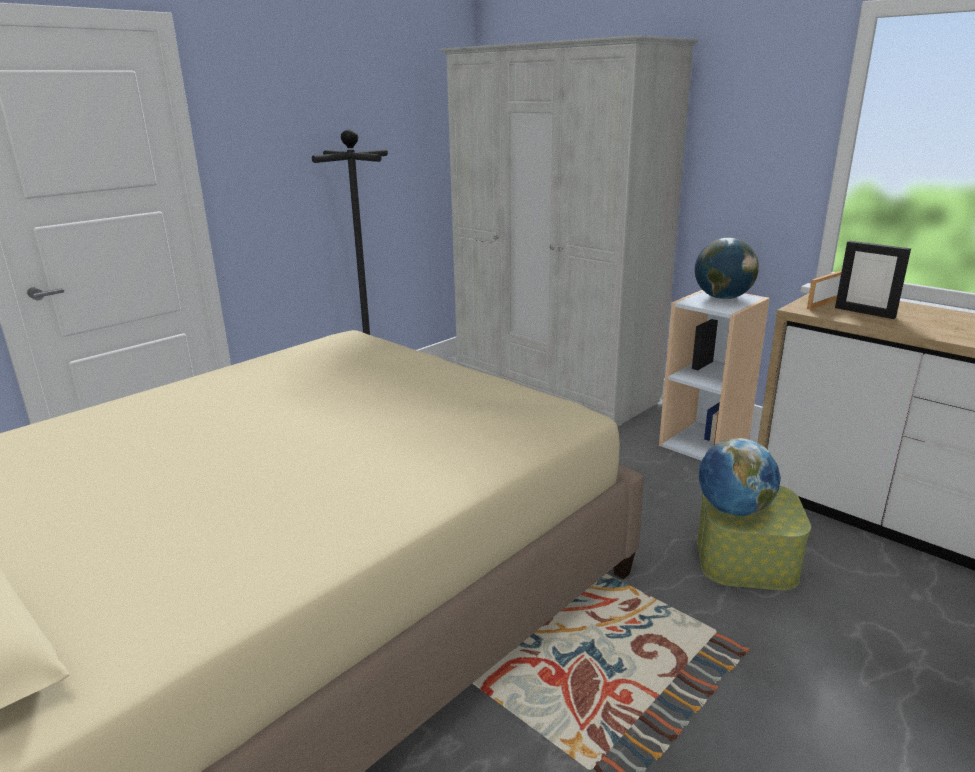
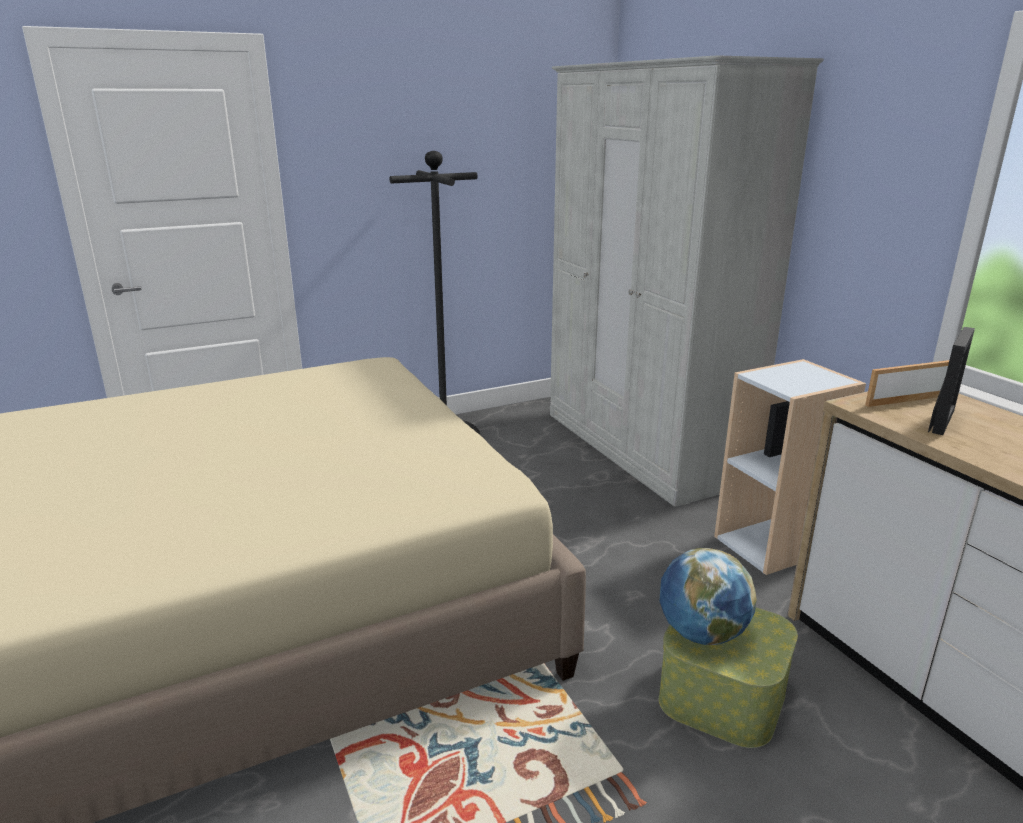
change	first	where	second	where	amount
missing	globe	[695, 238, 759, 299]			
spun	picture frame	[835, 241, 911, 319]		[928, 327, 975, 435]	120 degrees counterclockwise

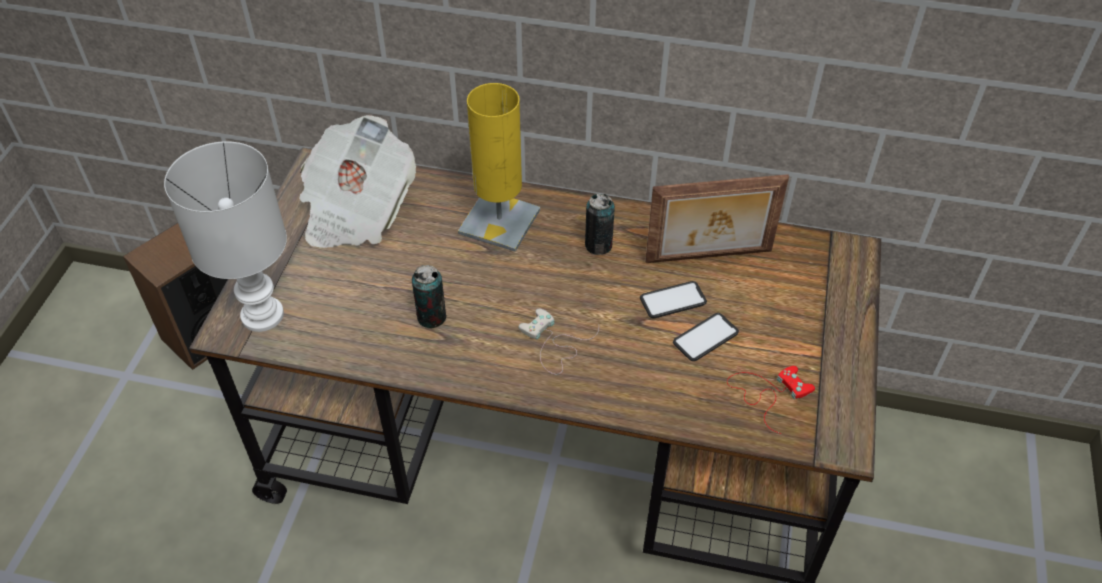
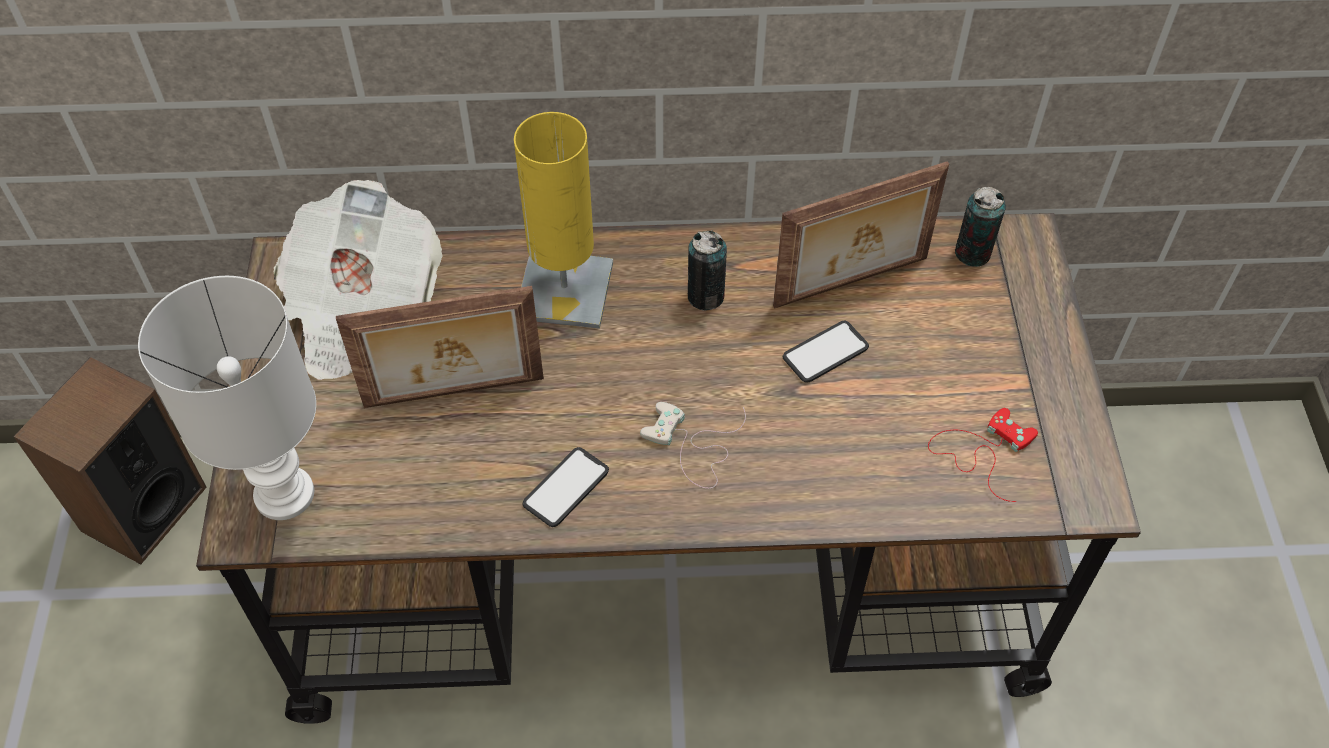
change	first	where	second	where	amount
relocated	can	[412, 265, 446, 328]		[955, 187, 1006, 267]	
relocated	phone	[673, 313, 739, 361]		[523, 447, 609, 527]	
appeared			picture frame	[336, 286, 544, 408]	

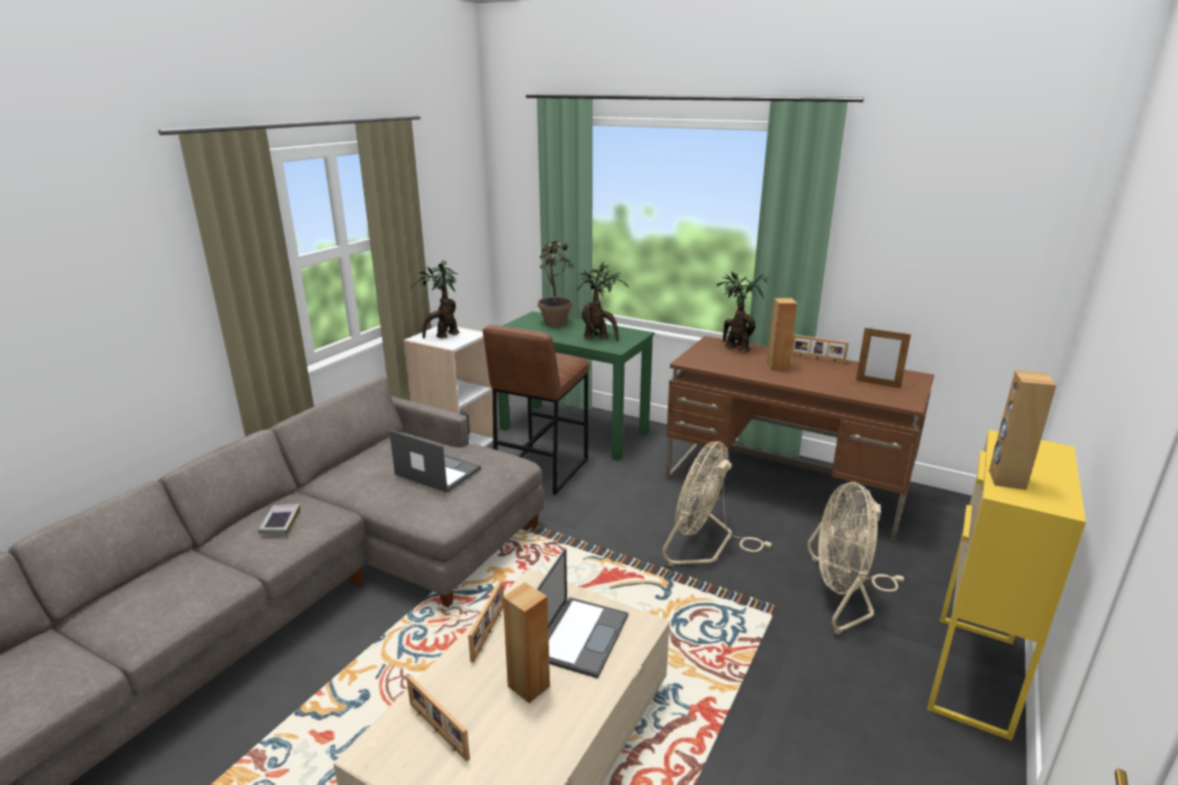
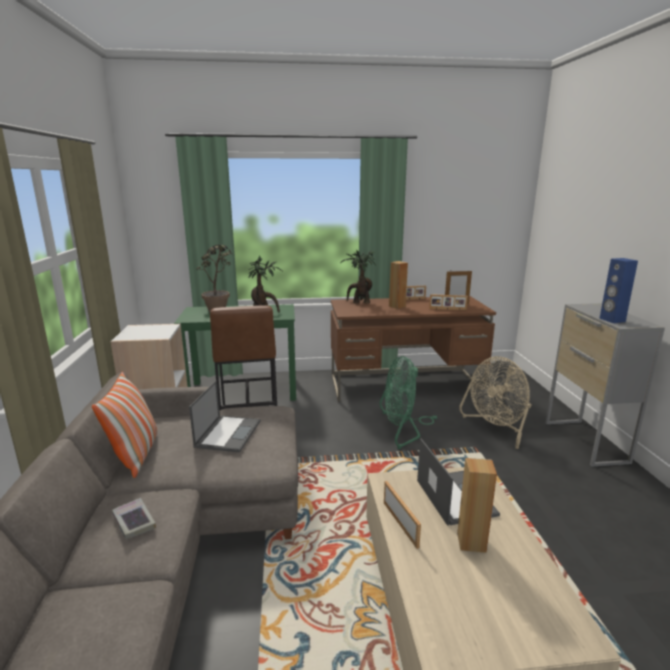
change	first	where	second	where	amount
missing	potted plant	[411, 259, 459, 339]			
colour	brown speaker	[989, 370, 1057, 490]	blue speaker	[599, 258, 638, 323]	
spun	laptop	[389, 430, 481, 493]		[189, 380, 260, 453]	105 degrees clockwise
colour	yellow cabinet	[927, 430, 1086, 741]	grey cabinet	[545, 303, 665, 466]	
colour	beige fan	[662, 441, 773, 566]	green fan	[380, 356, 438, 449]	
relocated	picture frame	[406, 674, 470, 762]		[429, 294, 468, 310]	
appeared			pillow	[92, 372, 158, 478]	

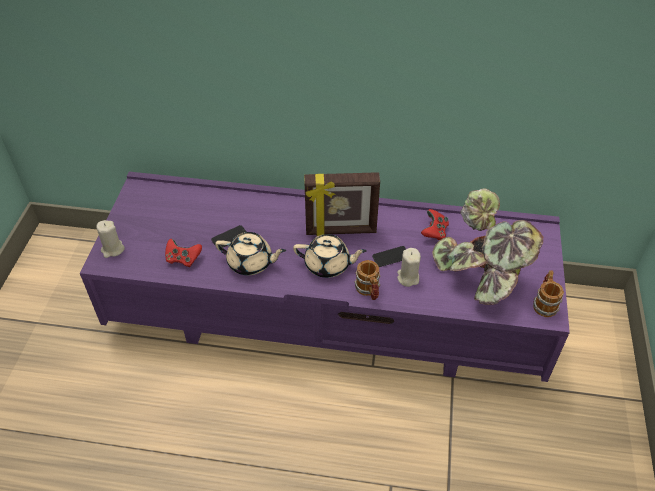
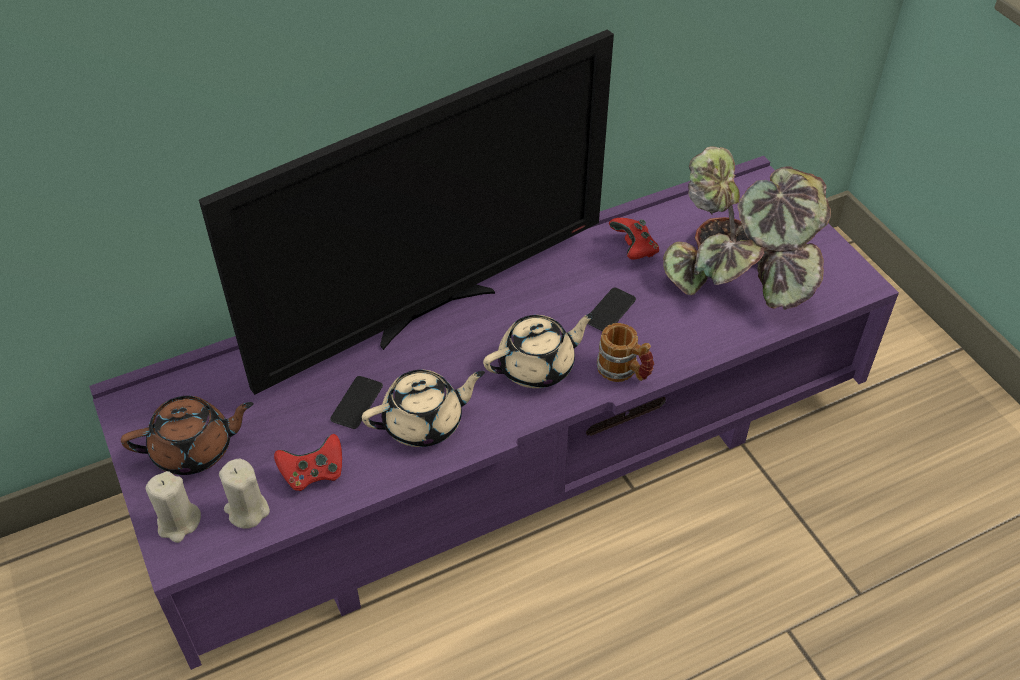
change	first	where	second	where	amount
missing	picture frame	[304, 172, 380, 236]			
relocated	beige candle	[397, 248, 421, 287]		[219, 459, 270, 529]	
missing	mug	[533, 270, 564, 317]			
appeared			television	[199, 29, 614, 395]	
appeared			brown teapot	[121, 396, 254, 475]	

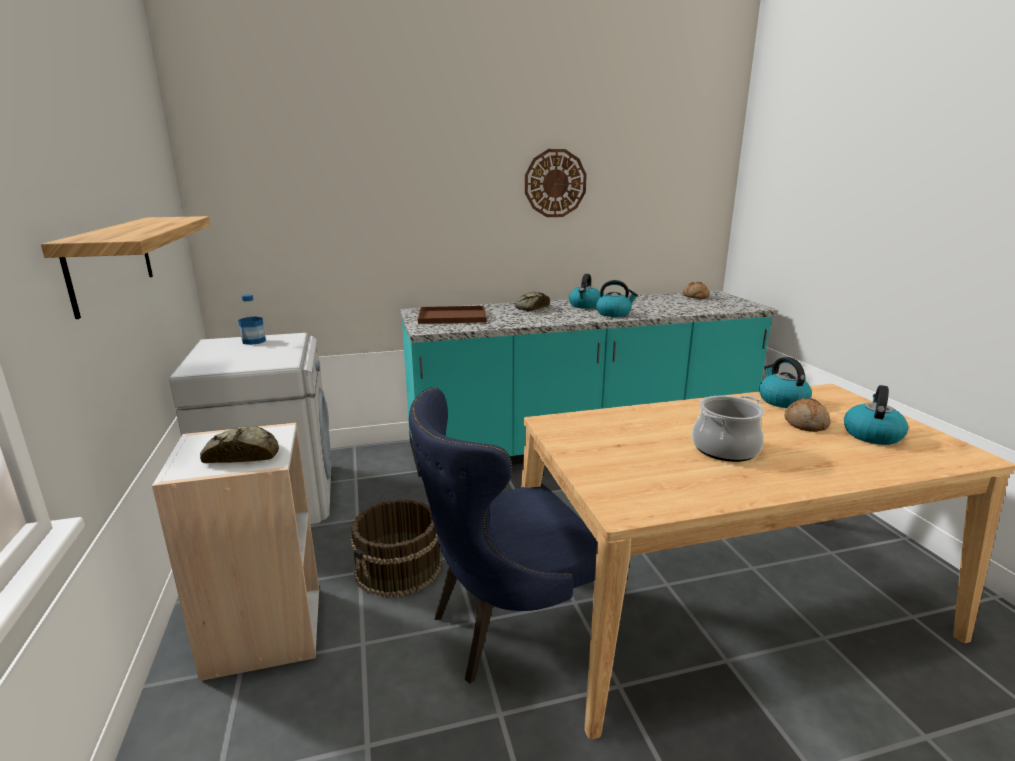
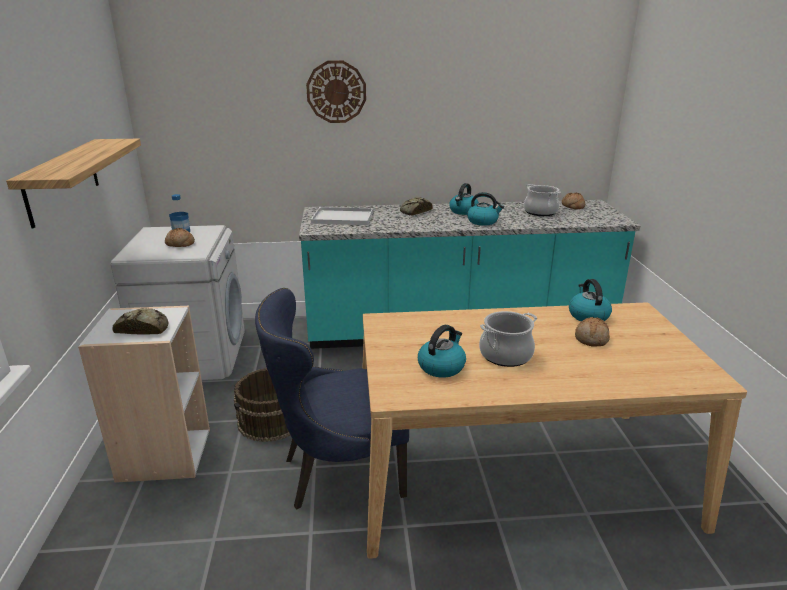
change	first	where	second	where	amount
relocated	wall clock	[525, 149, 587, 217]		[306, 61, 366, 123]	
colour	brown tray	[418, 306, 487, 324]	white tray	[311, 207, 373, 225]	
relocated	kettle	[844, 385, 908, 445]		[418, 325, 466, 378]	
appeared			cooking pot	[524, 184, 561, 216]	
appeared			bread	[165, 228, 195, 247]	

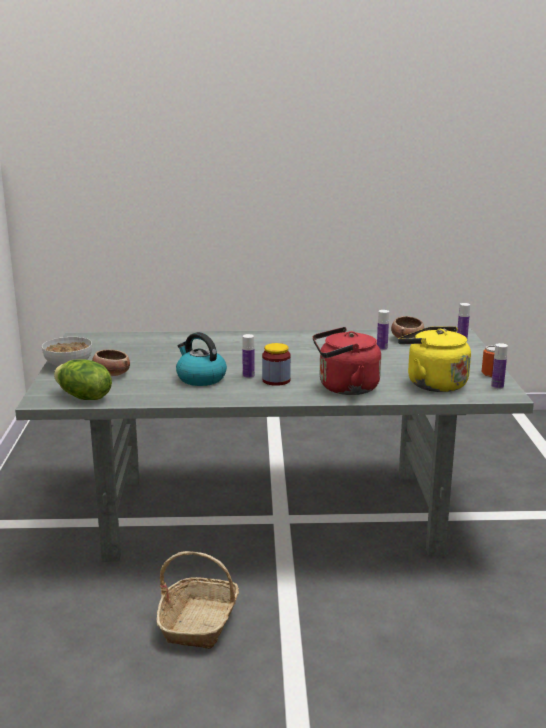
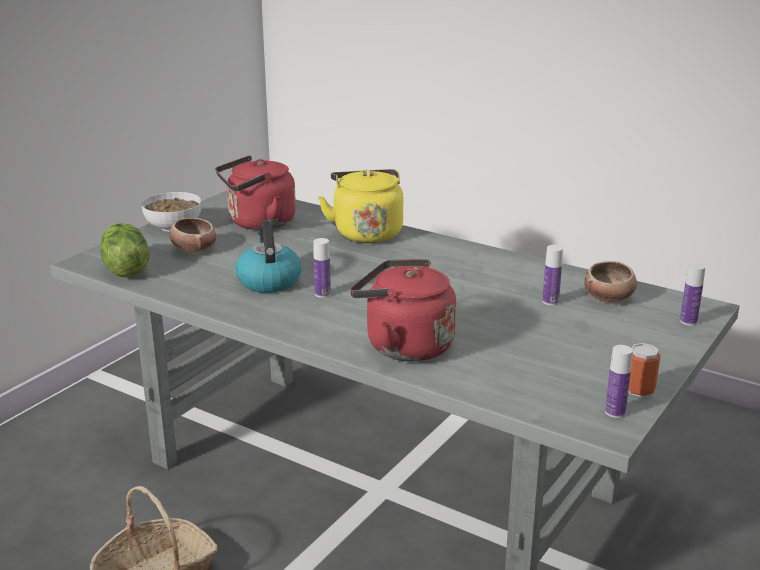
change	first	where	second	where	amount
relocated	yellow kettle	[398, 326, 471, 392]		[318, 169, 403, 243]	
missing	jar	[262, 343, 291, 386]			
appeared			red kettle	[216, 155, 296, 230]	

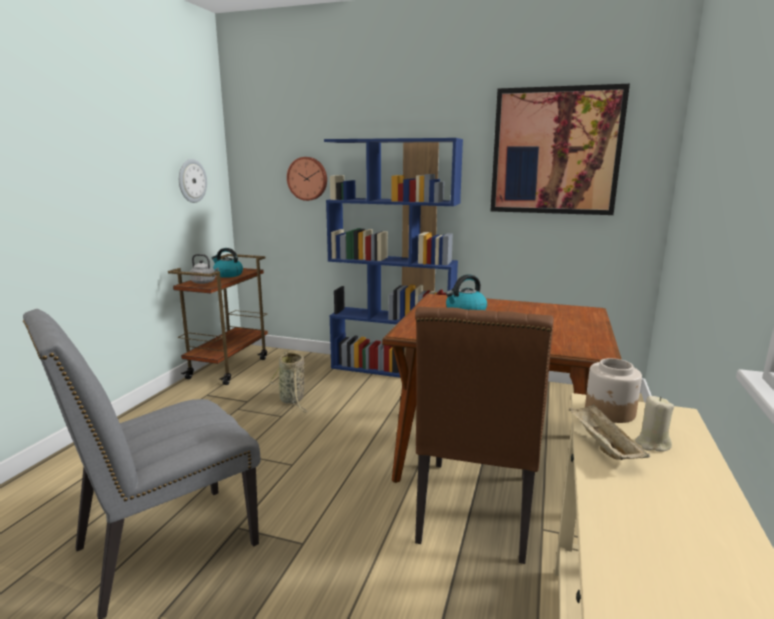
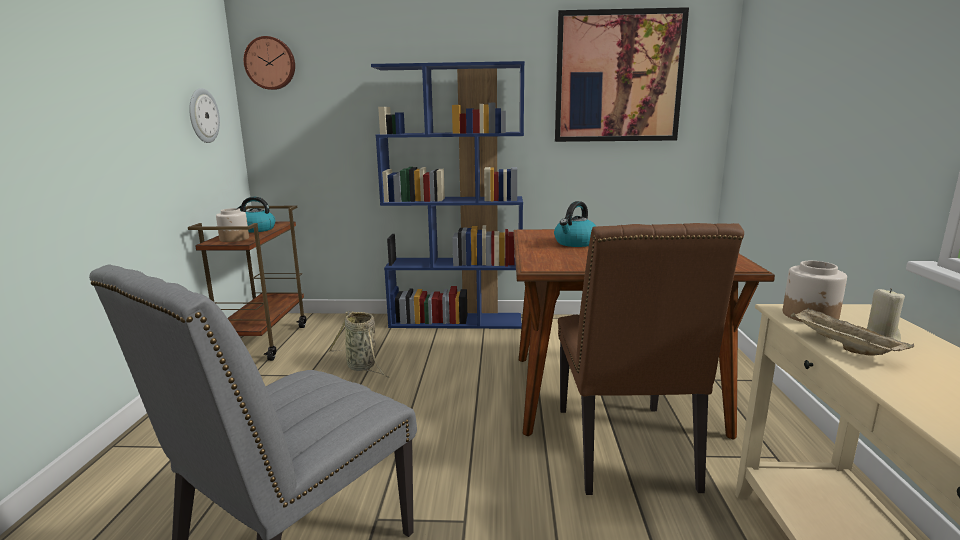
change	first	where	second	where	amount
relocated	wall clock	[287, 157, 327, 201]		[244, 36, 295, 90]	
exchanged	grey kettle	[190, 254, 219, 284]	jar	[216, 208, 249, 242]	

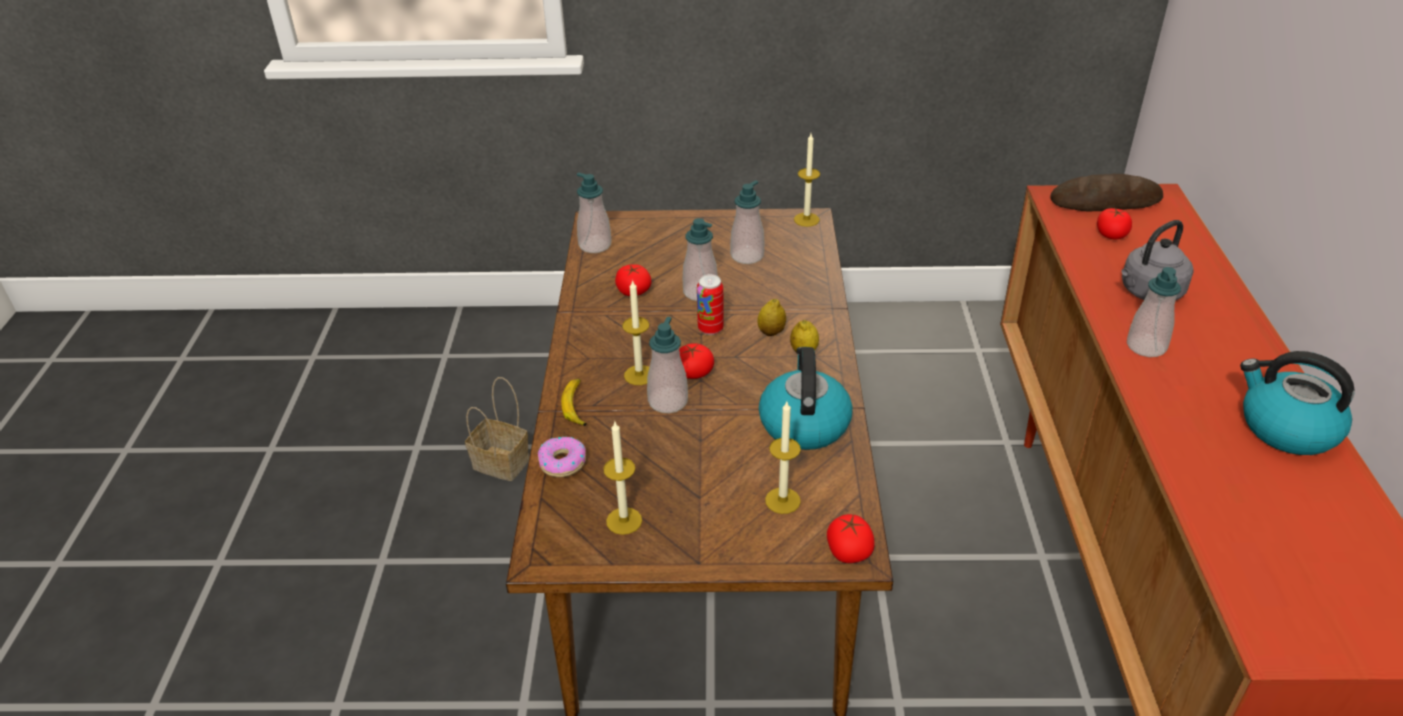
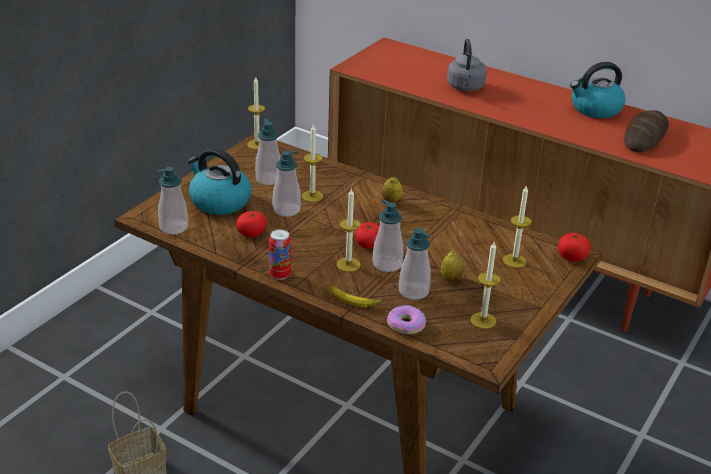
change	first	where	second	where	amount
relocated	bread	[1051, 174, 1163, 211]		[624, 110, 669, 152]	
missing	tomato	[1097, 208, 1132, 239]			
relocated	soap dispenser	[1127, 267, 1181, 357]		[398, 228, 431, 300]	
relocated	can	[697, 274, 724, 335]		[269, 229, 291, 280]	
relocated	lemon	[757, 299, 786, 336]		[441, 251, 464, 282]	
relocated	kettle	[759, 347, 853, 450]		[187, 148, 252, 215]	
appeared			candle	[302, 124, 323, 202]	

